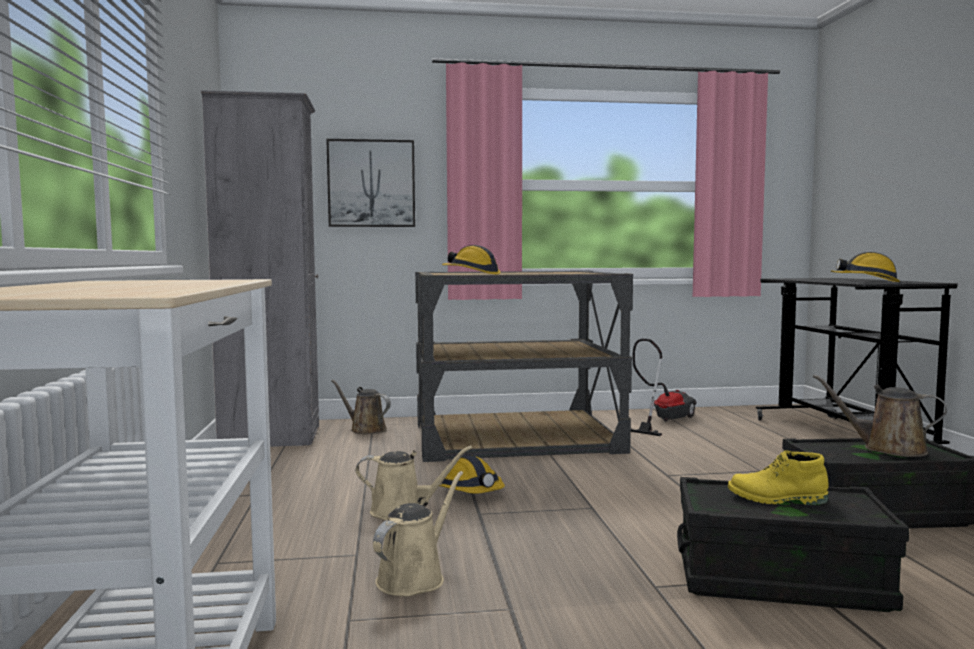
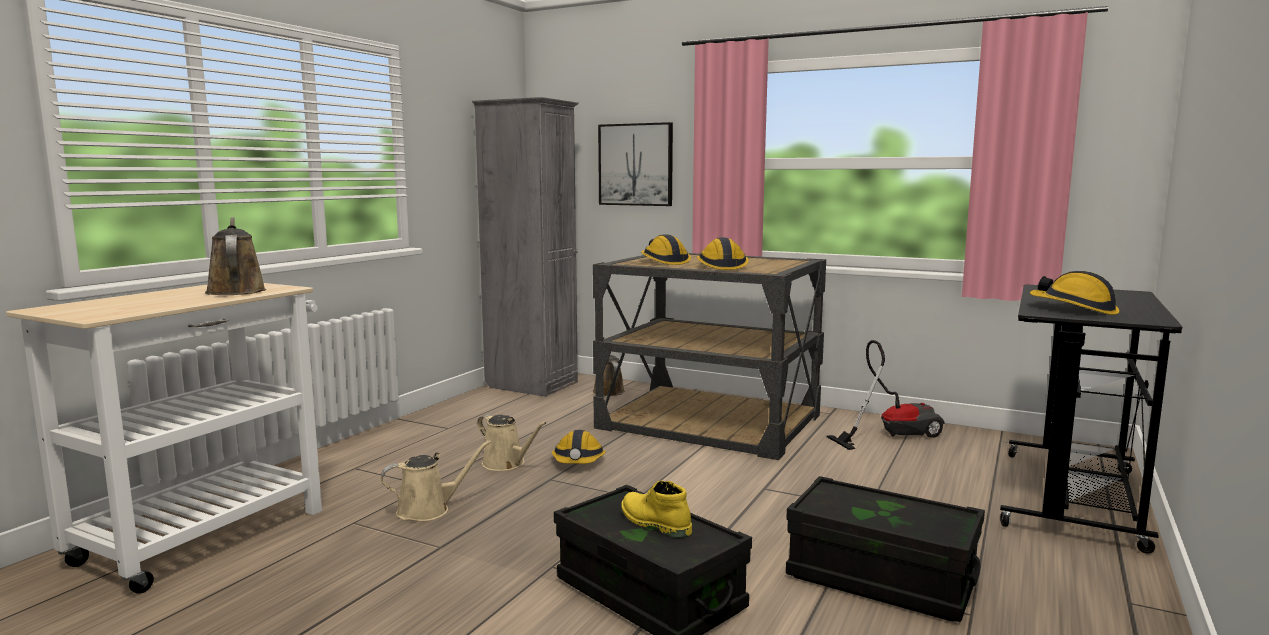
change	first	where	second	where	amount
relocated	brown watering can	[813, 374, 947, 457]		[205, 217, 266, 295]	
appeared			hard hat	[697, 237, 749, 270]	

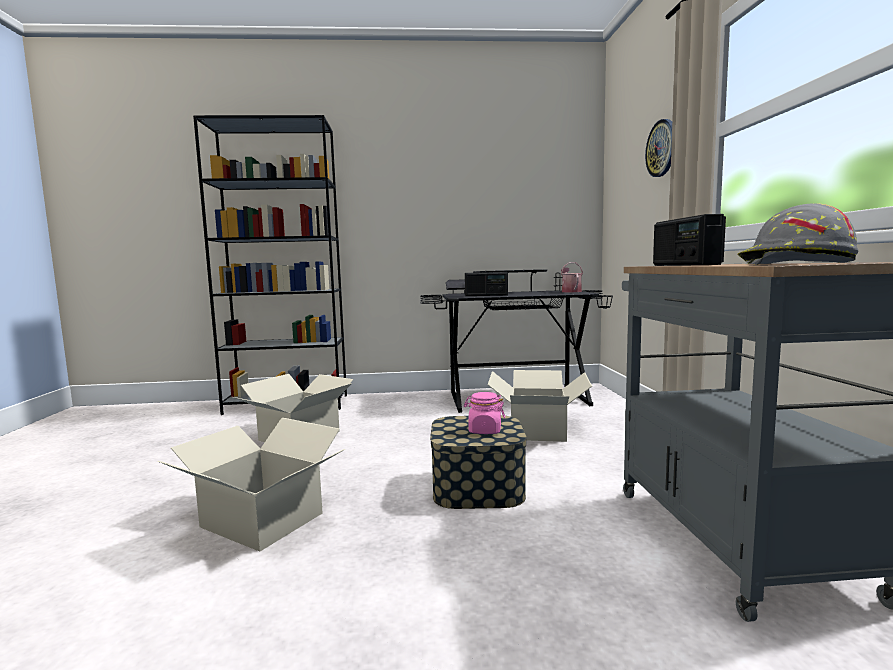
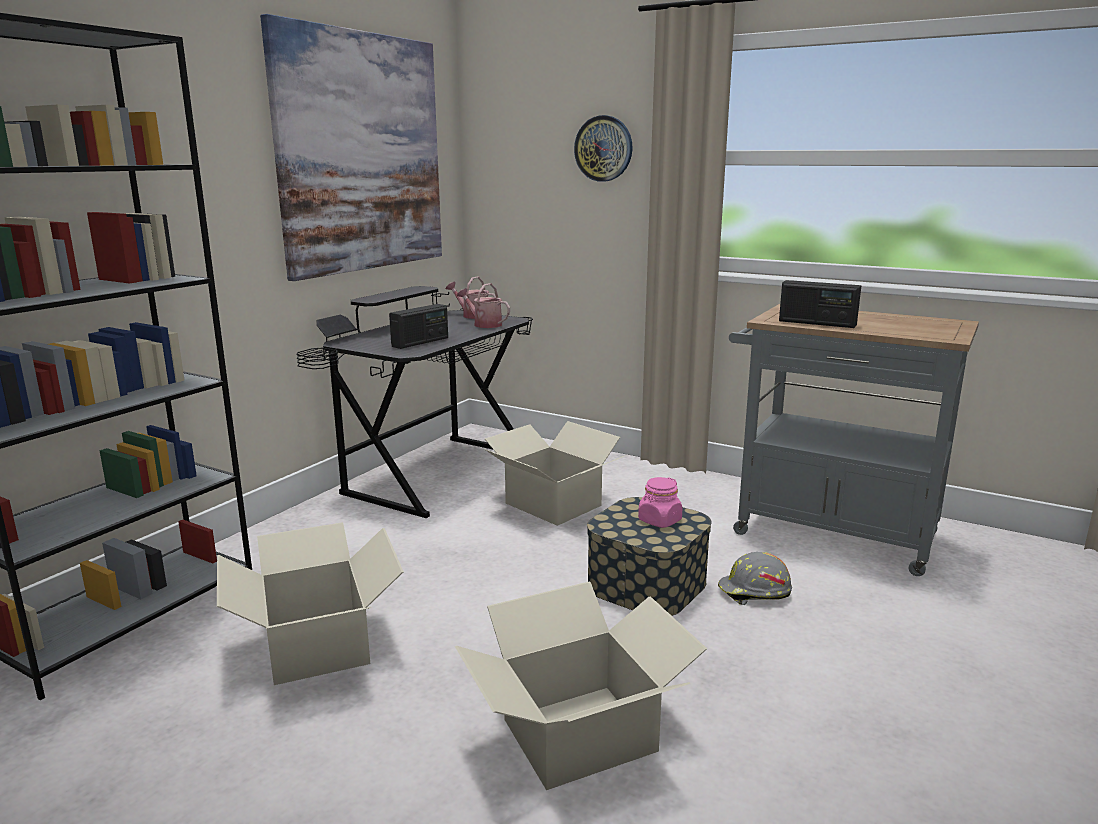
change	first	where	second	where	amount
relocated	grey hard hat	[738, 203, 858, 265]		[718, 552, 792, 605]	
appeared			picture	[260, 14, 442, 281]	
appeared			watering can	[457, 283, 510, 328]	

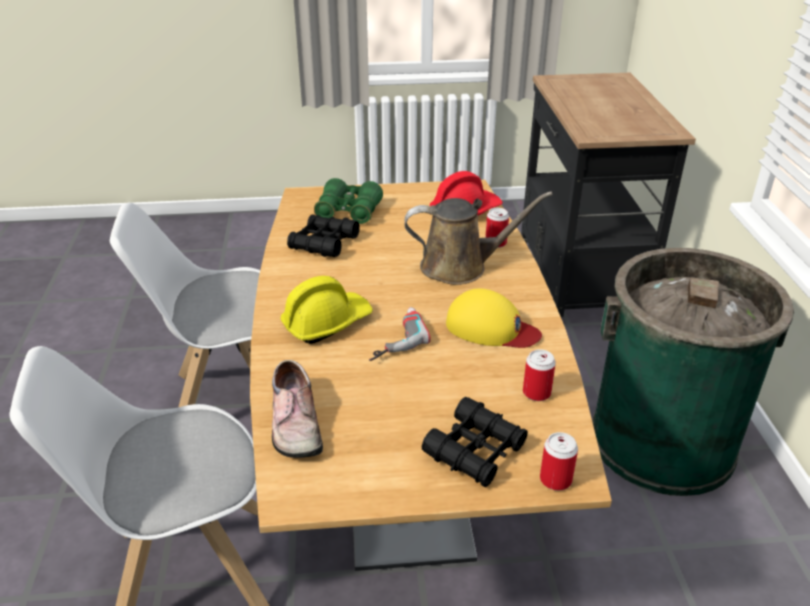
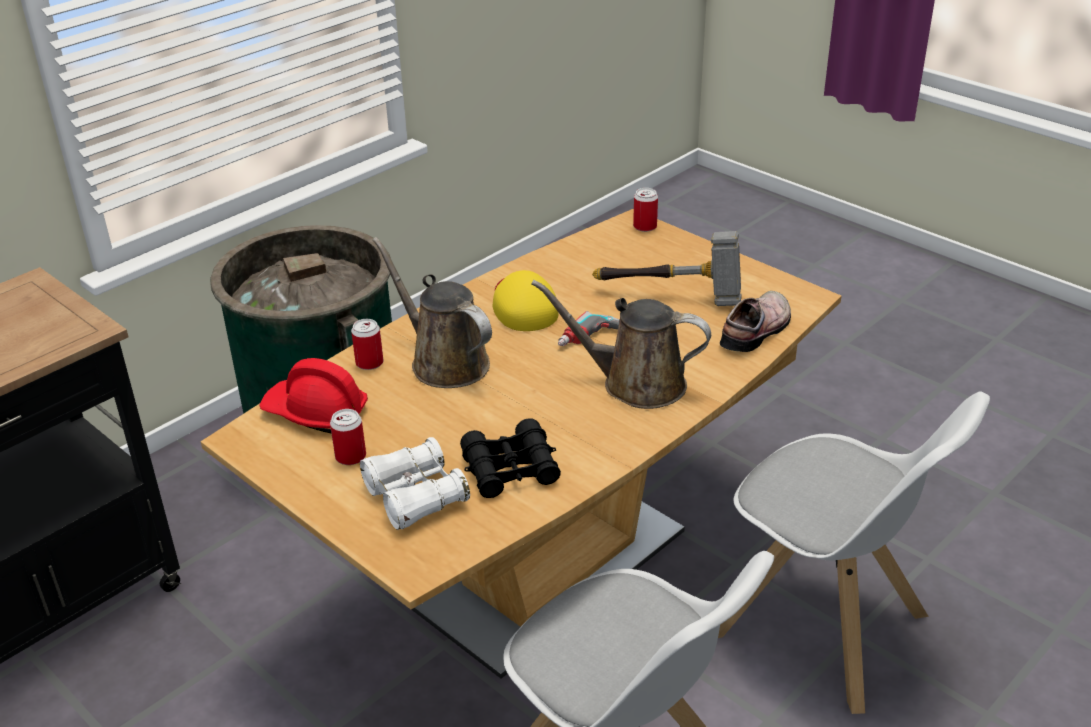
change	first	where	second	where	amount
colour	green binoculars	[314, 178, 383, 224]	white binoculars	[360, 437, 470, 530]	
exchanged	yellow hard hat	[281, 276, 373, 344]	brown watering can	[531, 280, 711, 409]	
relocated	can	[523, 349, 556, 401]		[330, 409, 366, 465]	
missing	black binoculars	[422, 397, 528, 487]			
appeared			hammer	[592, 231, 742, 306]	

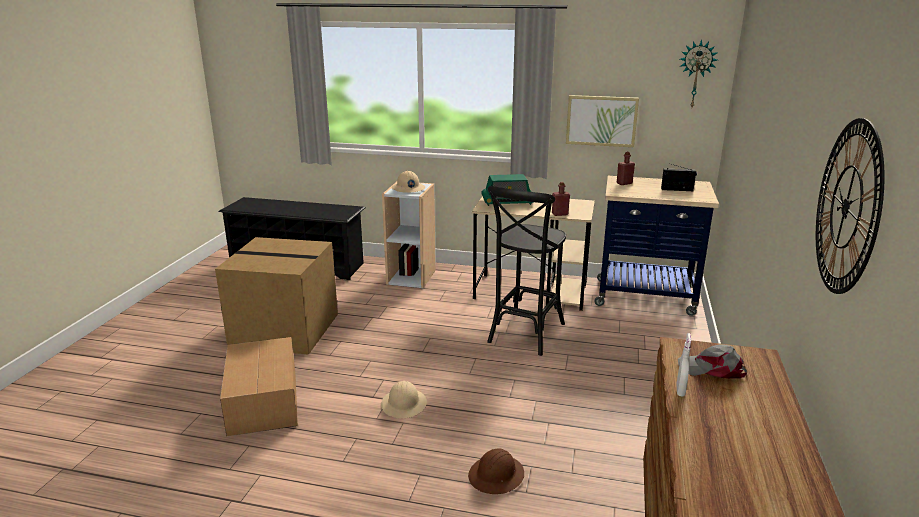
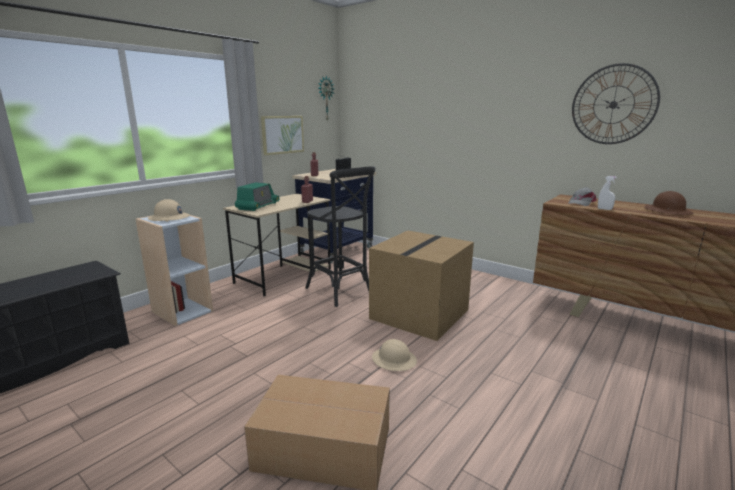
change	first	where	second	where	amount
relocated	cardboard box	[215, 237, 338, 355]		[369, 231, 474, 341]	
relocated	brown hard hat	[468, 448, 524, 494]		[644, 191, 694, 215]	

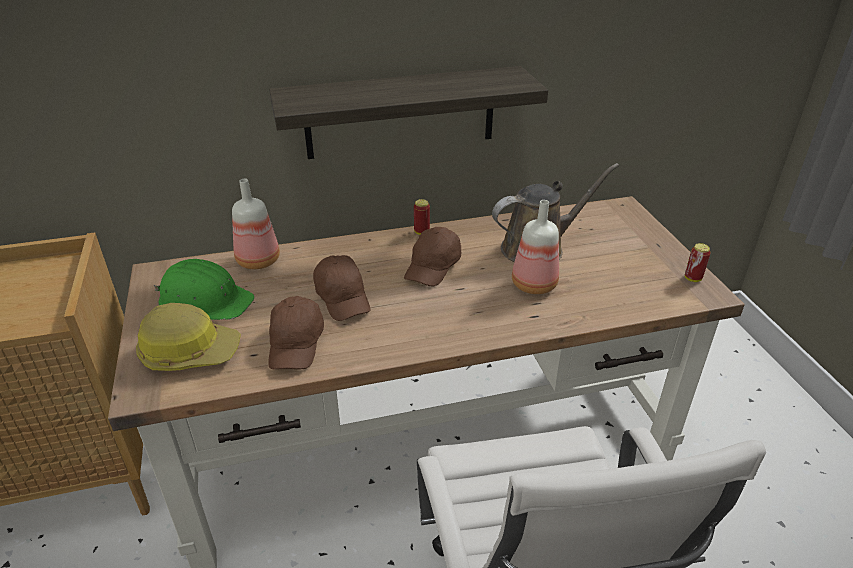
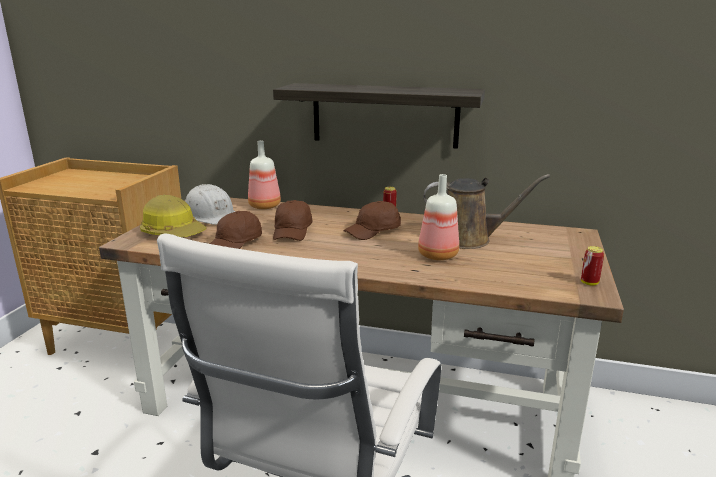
change	first	where	second	where	amount
colour	green hard hat	[154, 259, 254, 320]	white hard hat	[185, 184, 235, 225]	

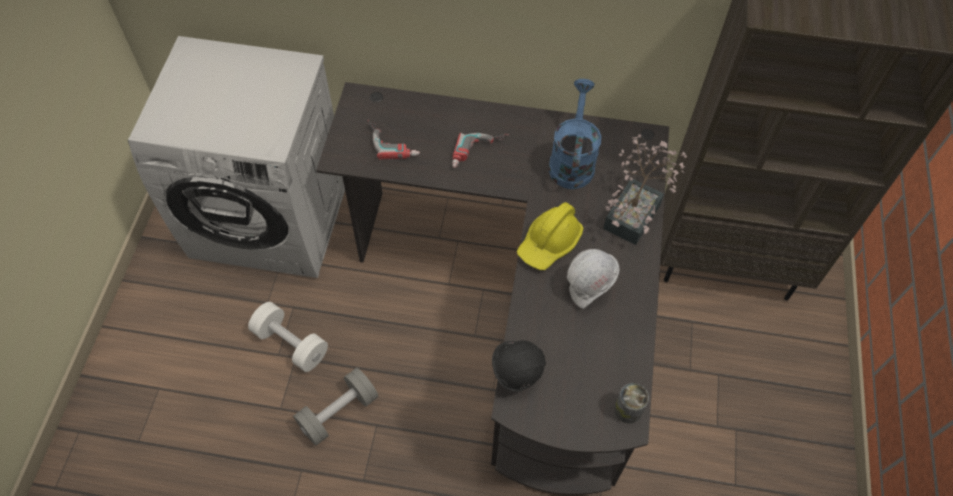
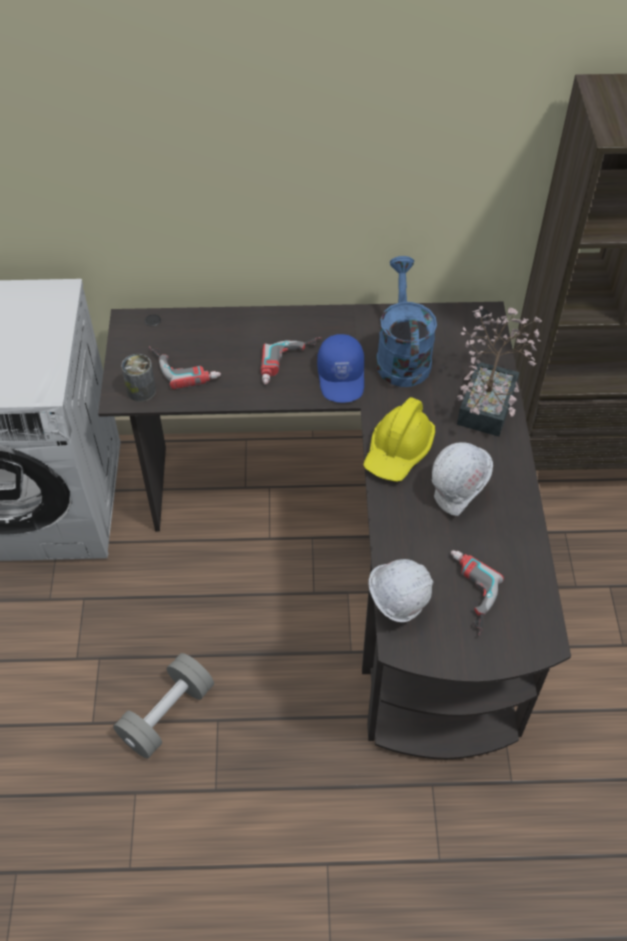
change	first	where	second	where	amount
missing	white dumbbell	[248, 302, 328, 372]			
colour	black hard hat	[492, 340, 546, 392]	white hard hat	[368, 559, 433, 622]	
relocated	can	[614, 383, 649, 424]		[121, 354, 156, 402]	
appeared			blue cap	[317, 334, 364, 403]	
appeared			power drill	[451, 550, 504, 636]	

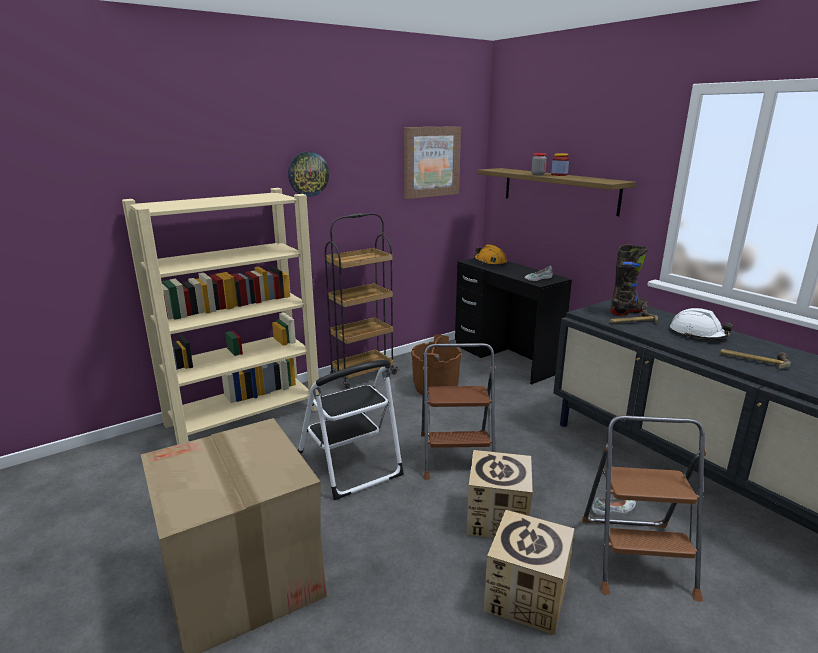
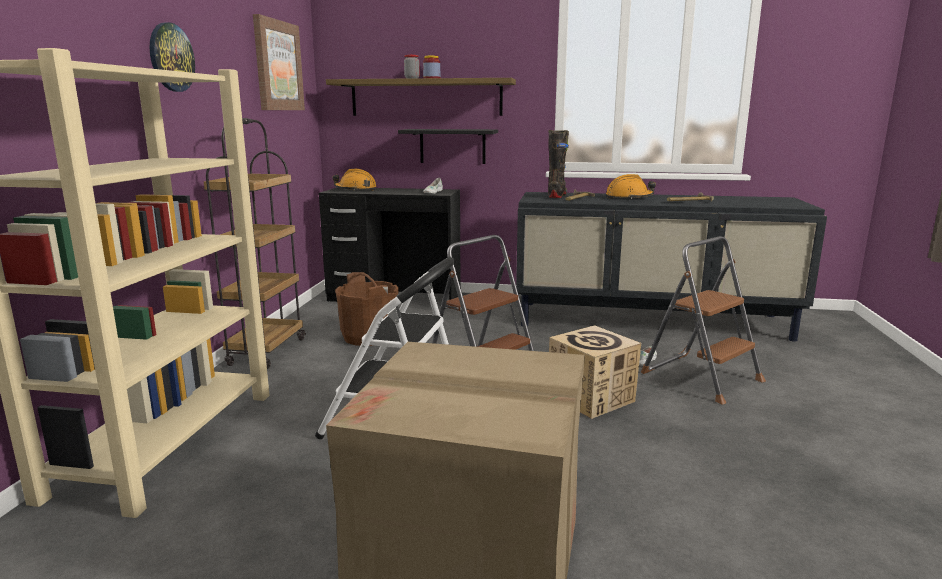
change	first	where	second	where	amount
colour	white hard hat	[670, 308, 733, 339]	orange hard hat	[606, 174, 656, 199]	
missing	cardboard box	[484, 510, 574, 635]			
appeared			black shelf	[398, 129, 498, 164]	

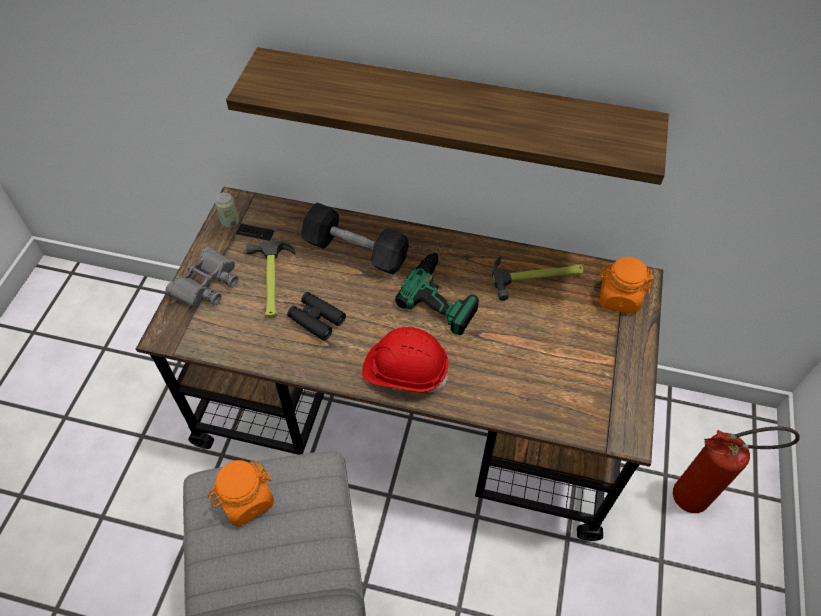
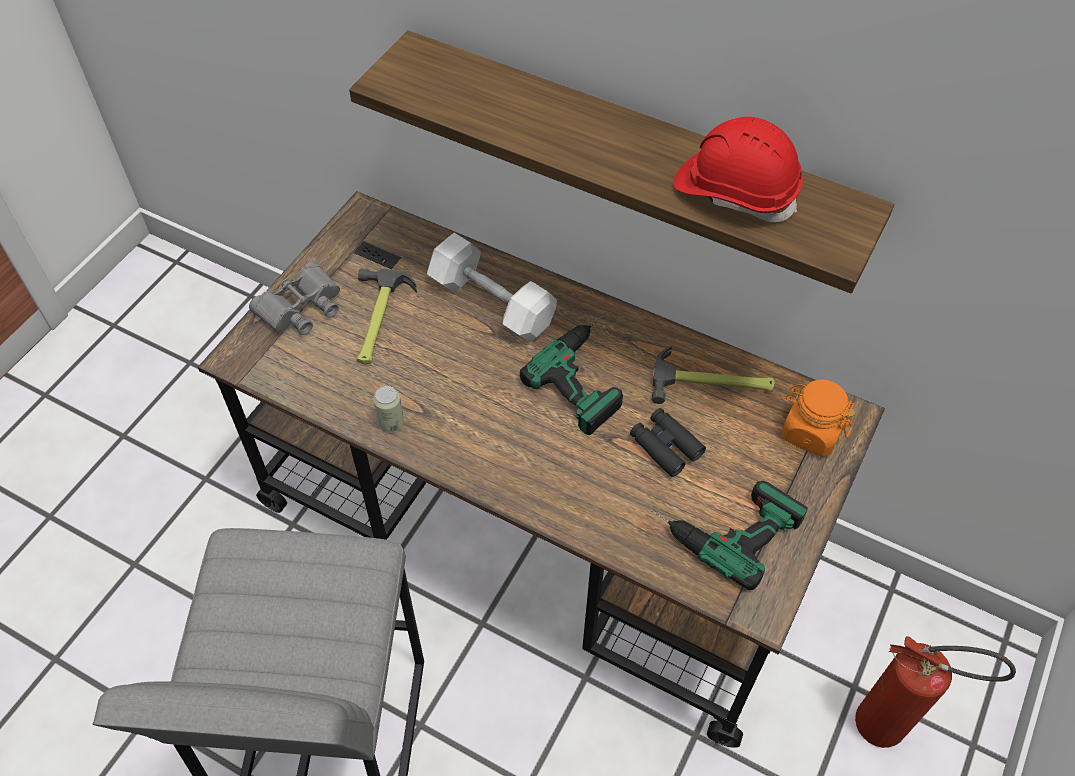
change	first	where	second	where	amount
relocated	can	[215, 192, 239, 227]		[373, 385, 404, 432]	
colour	black dumbbell	[302, 203, 409, 275]	white dumbbell	[427, 233, 557, 342]	
relocated	black binoculars	[287, 292, 346, 341]		[630, 408, 706, 477]	
relocated	red hard hat	[362, 327, 449, 392]		[673, 117, 803, 222]	
missing	orange jar	[207, 460, 274, 527]			
appeared			power drill	[650, 481, 808, 590]	

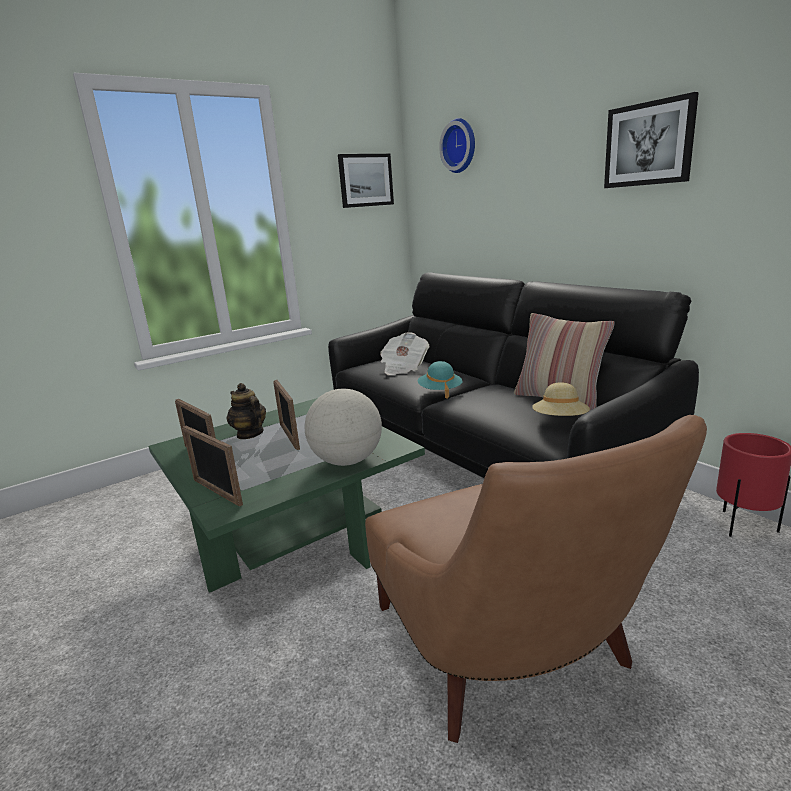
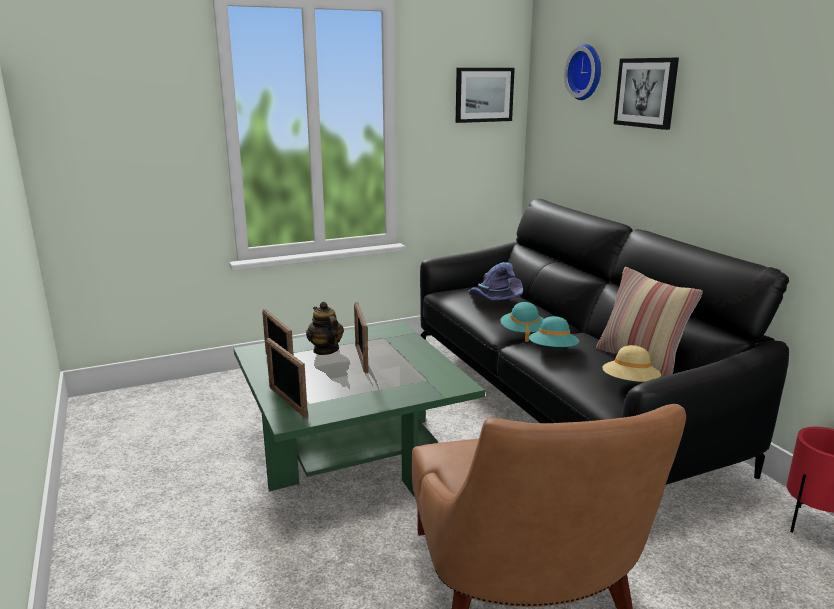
change	first	where	second	where	amount
relocated	picture	[604, 92, 699, 188]		[614, 58, 679, 130]	
exchanged	newspaper	[380, 332, 429, 375]	purple hat	[468, 262, 523, 301]	
missing	globe	[305, 389, 382, 466]			
appeared			turquoise hat	[529, 316, 579, 347]	

